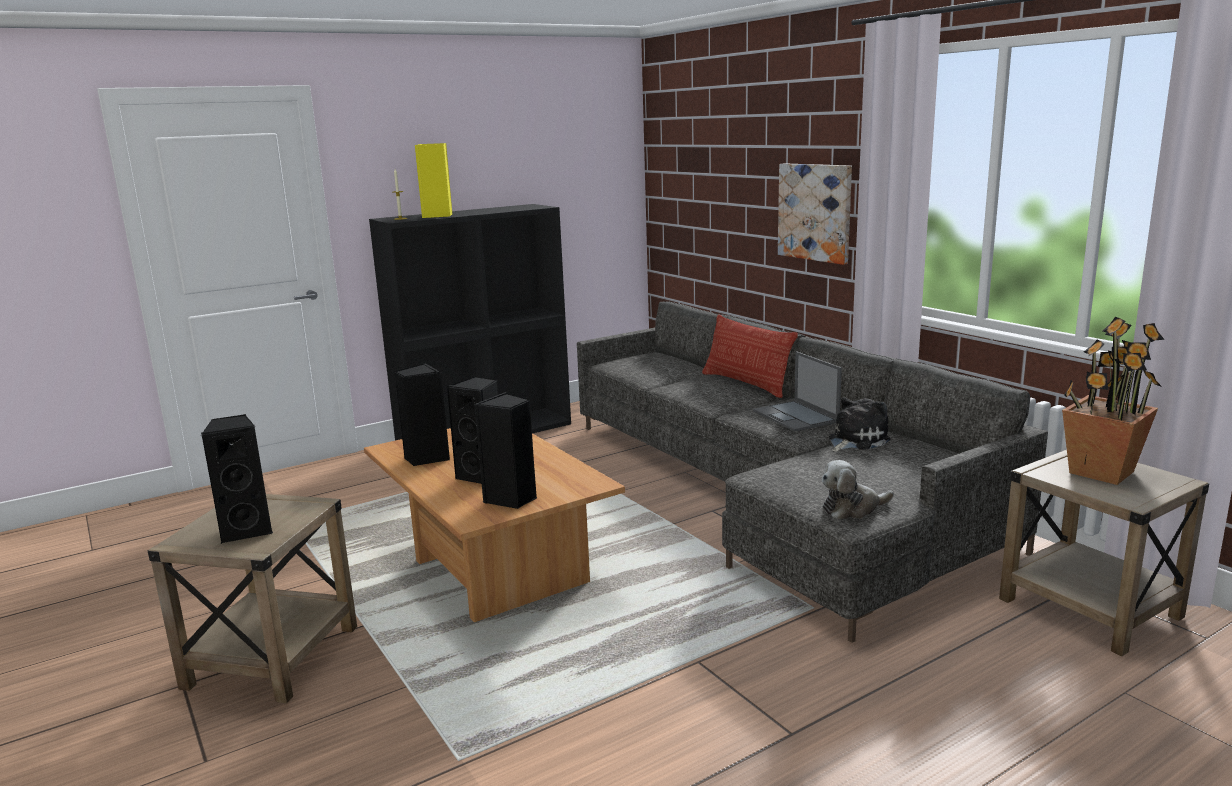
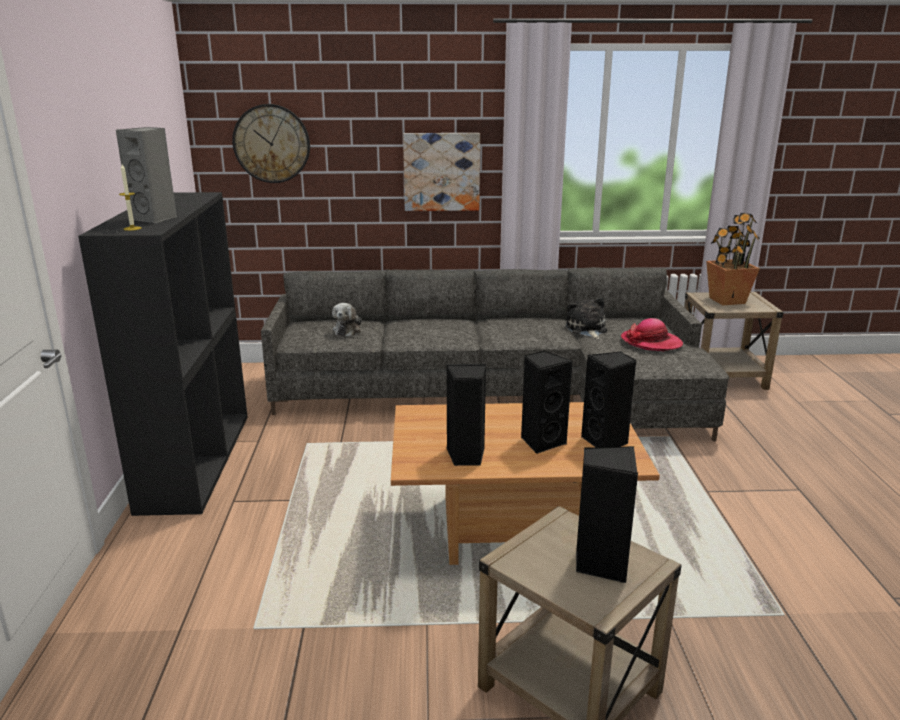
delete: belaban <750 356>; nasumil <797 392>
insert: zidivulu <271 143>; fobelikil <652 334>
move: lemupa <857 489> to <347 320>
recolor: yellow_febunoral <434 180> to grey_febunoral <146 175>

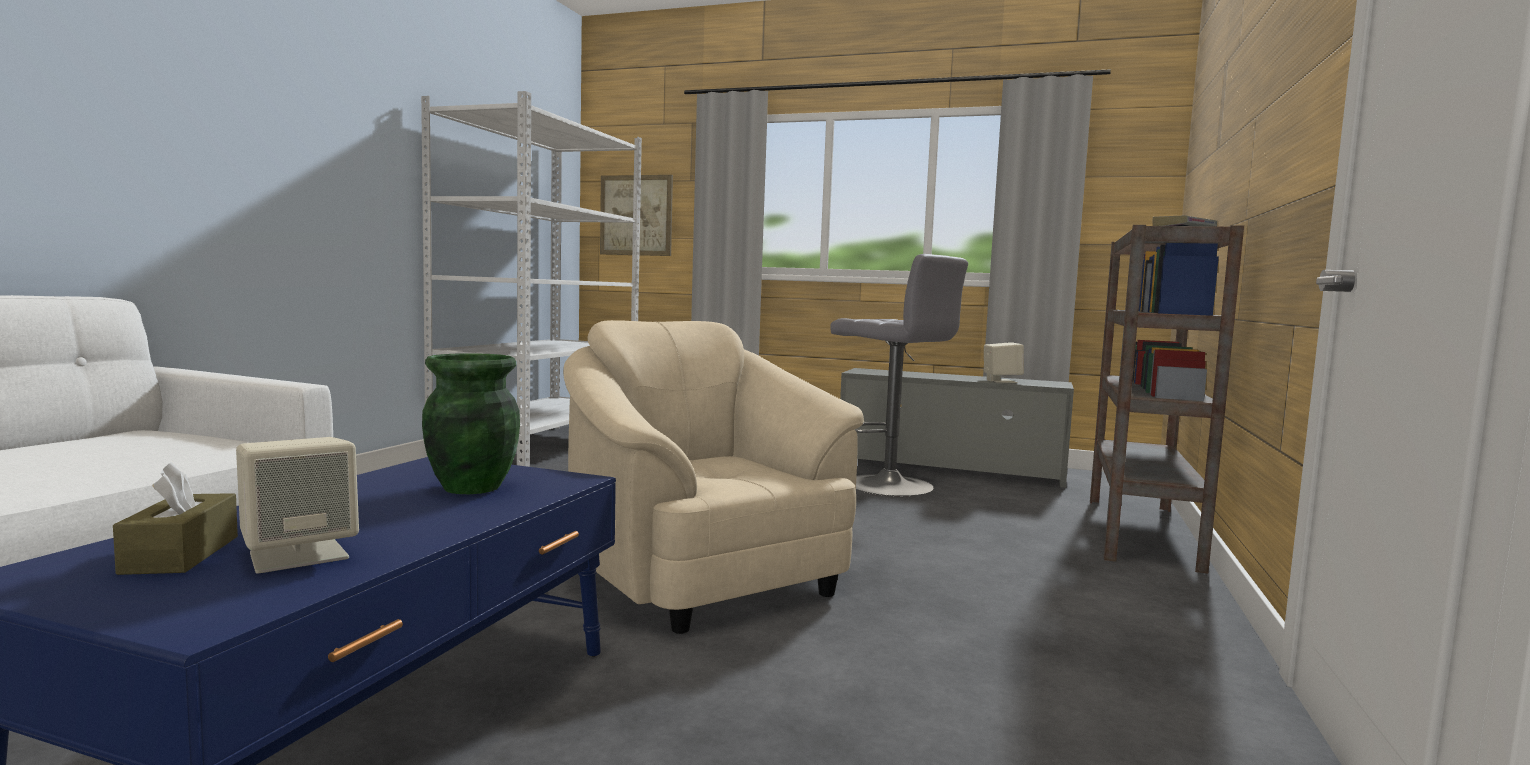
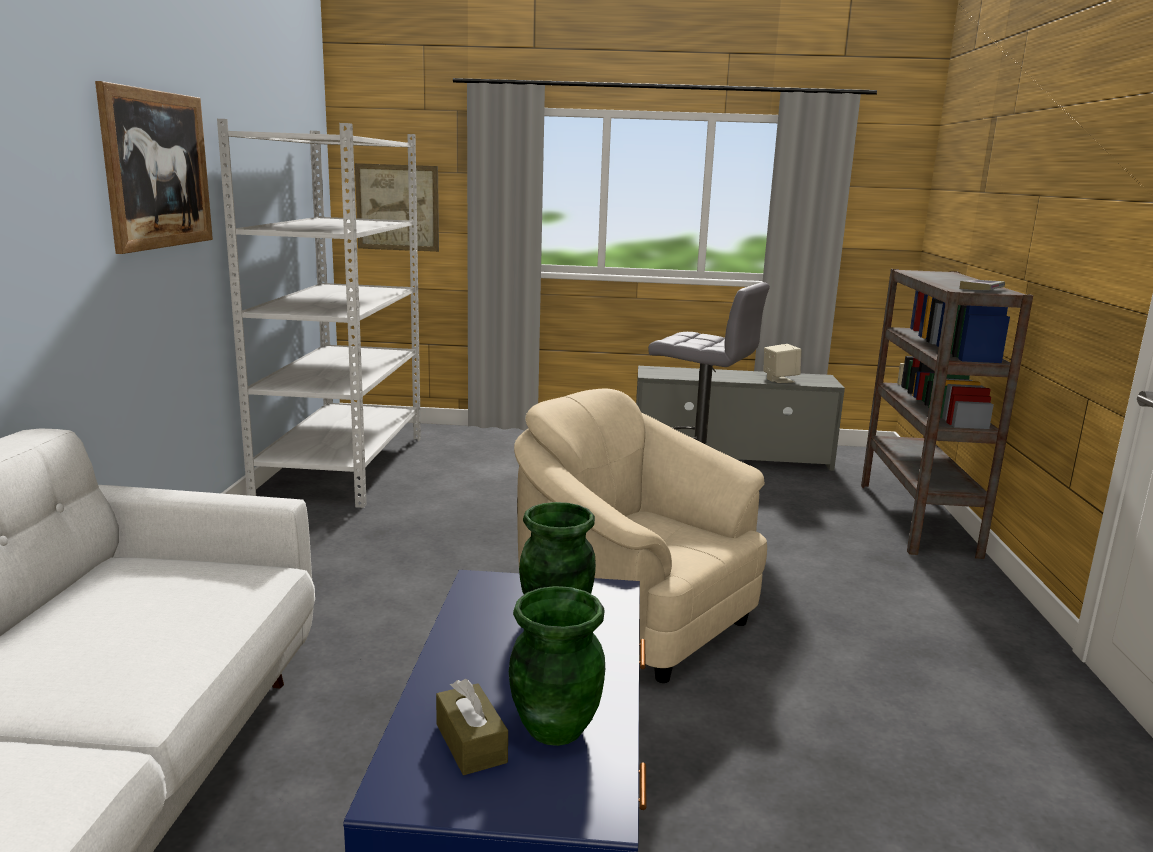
insert: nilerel <154 167>
replace: beige_febunoral <297 505> to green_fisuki <557 666>

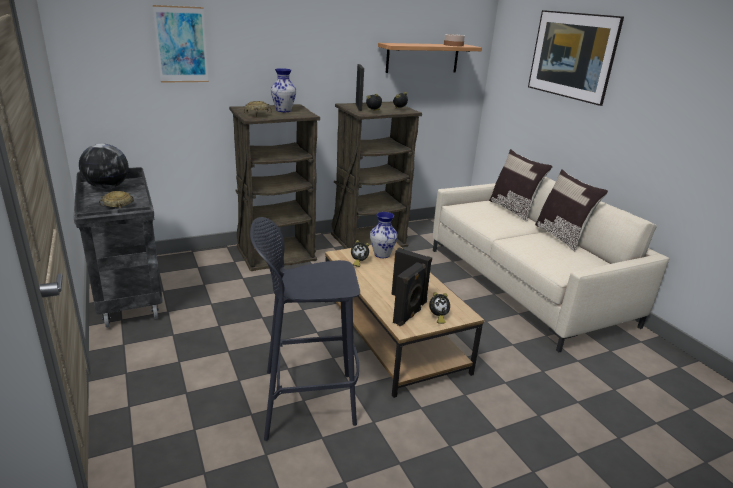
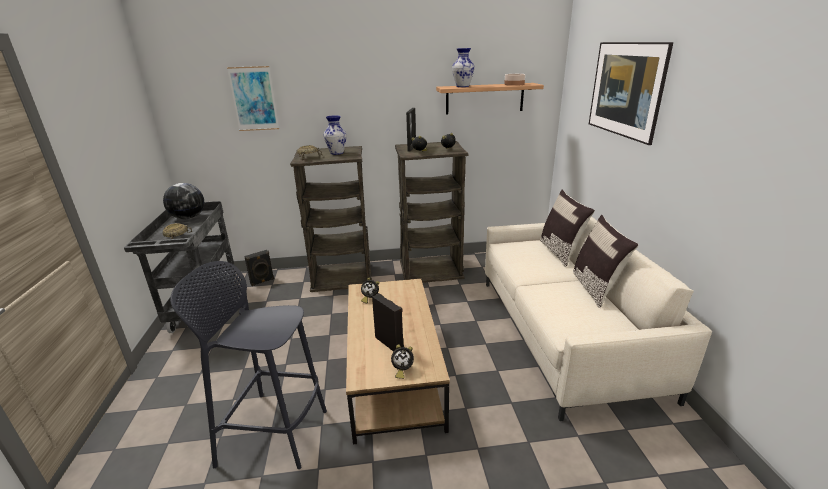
move: fisuki <384 235> to <463 67>; black_febunoral <409 294> to <259 268>

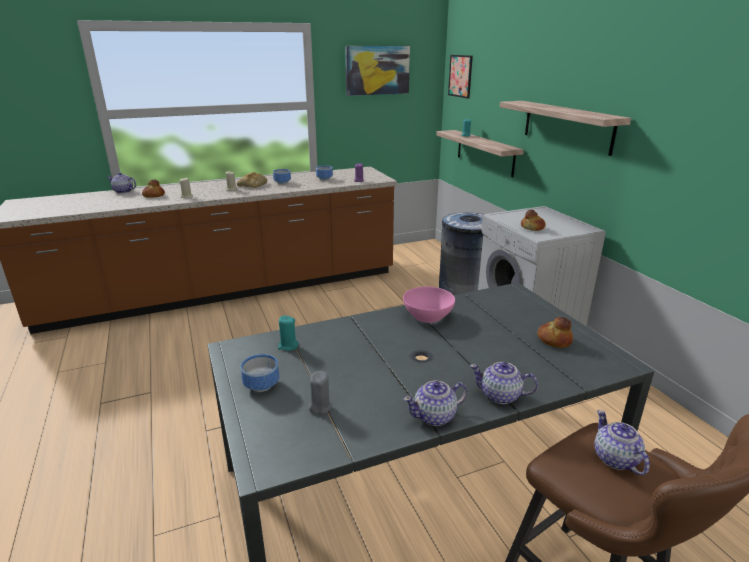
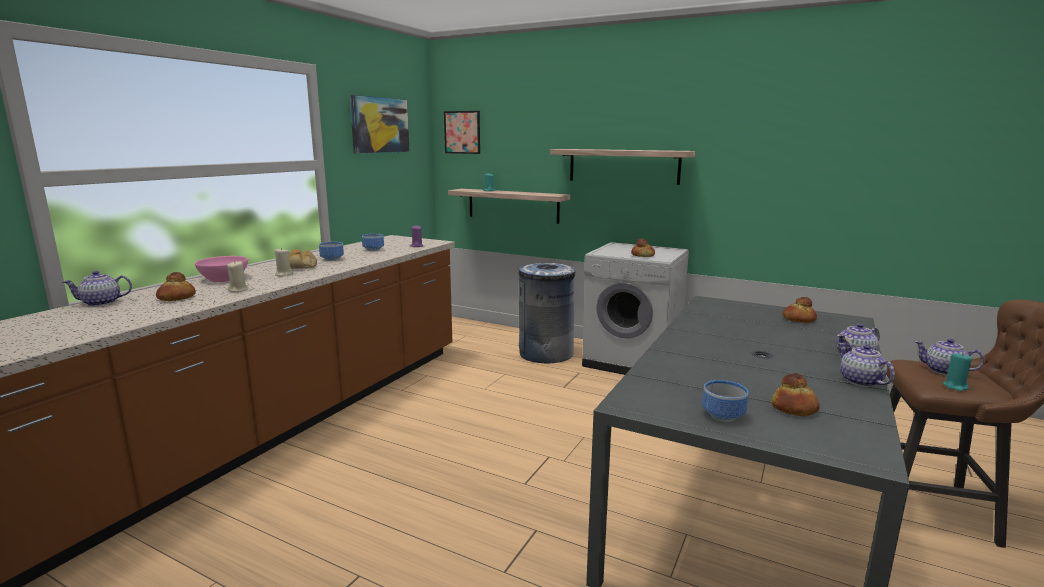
move: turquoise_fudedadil <288 333> to <957 372>; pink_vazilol <429 304> to <221 269>
replace: grey_fudedadil <320 392> to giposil <796 395>
rotate: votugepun <435 403> = <866 365> 135 degrees clockwise

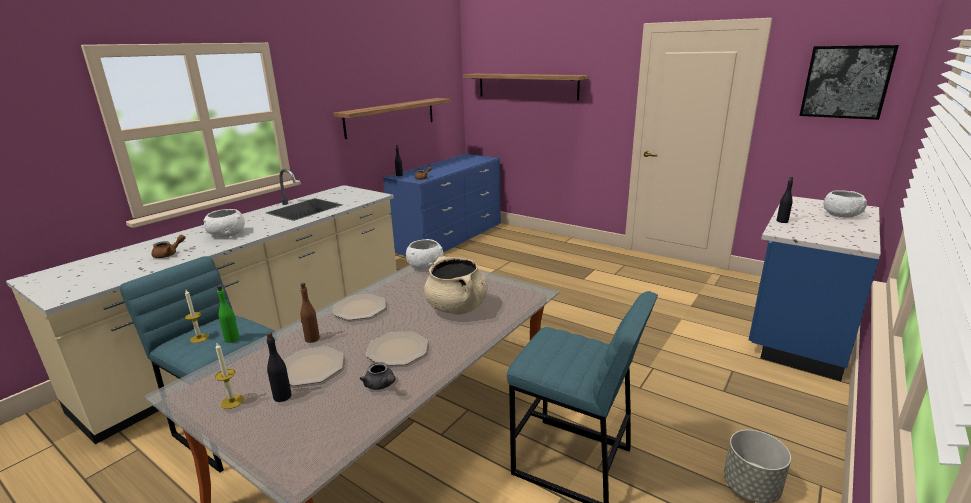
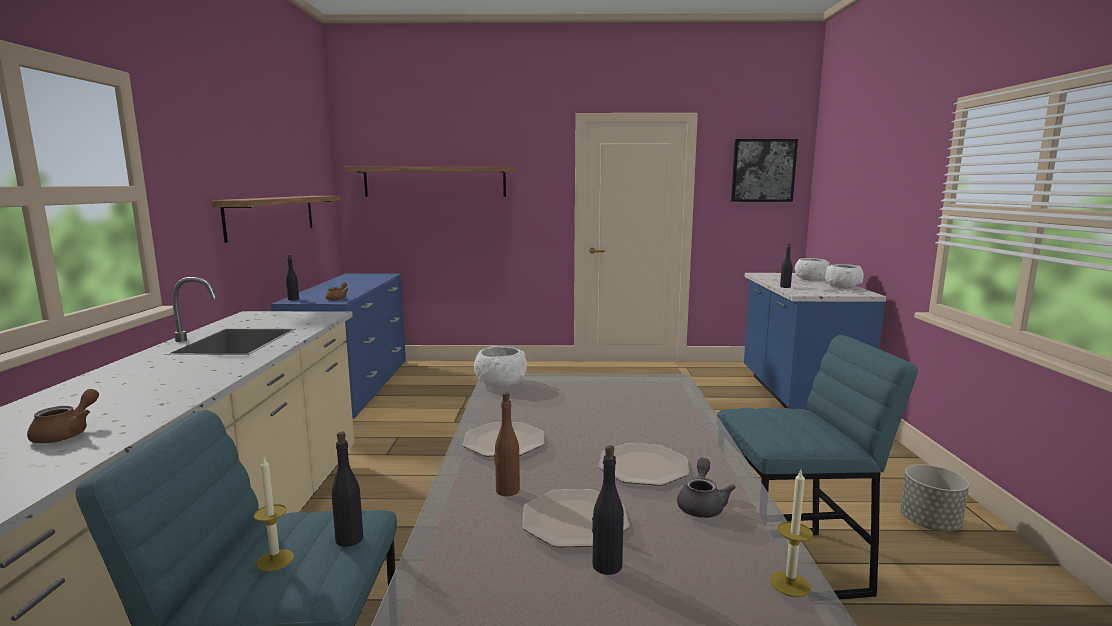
delete: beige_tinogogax <456 286>
move: white_vazilol <224 223> to <844 276>; fudedadil <229 376> to <791 533>
recolor: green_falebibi <228 314> to black_falebibi <347 489>
rotate: grey_votugepun <378 376> = <706 488> 90 degrees counterclockwise

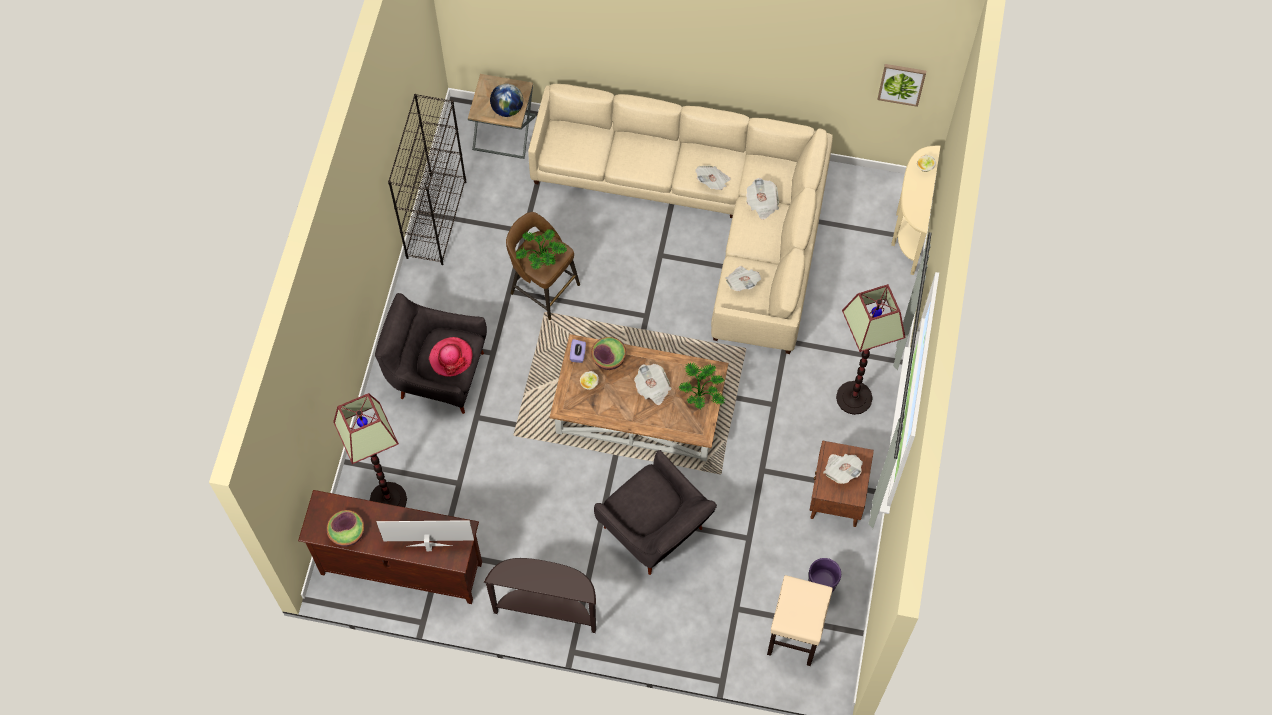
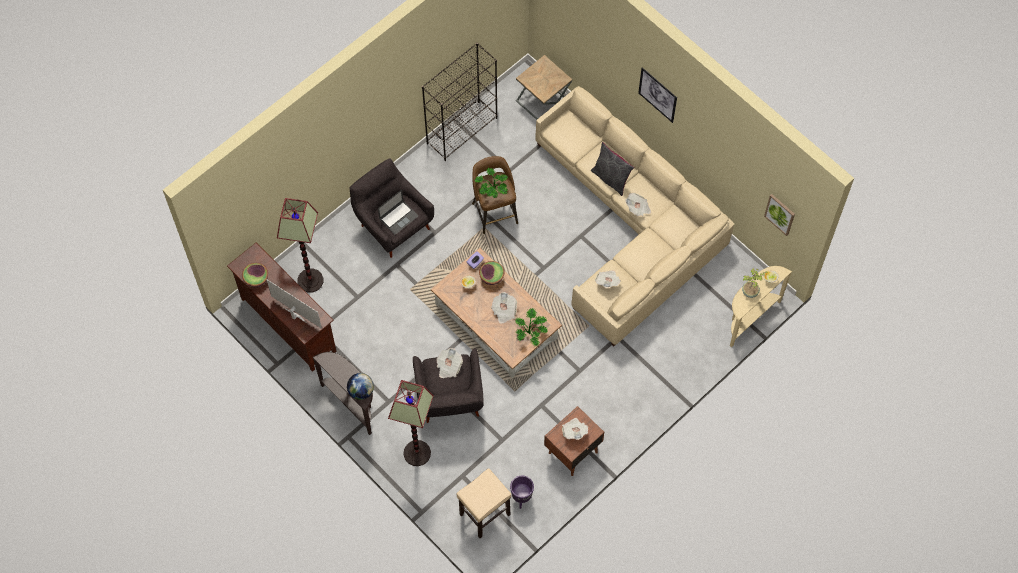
insert: grey_belaban <613 169>; nilerel <657 95>; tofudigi <754 283>
move: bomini <506 100> to <360 386>; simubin <762 199> to <449 363>; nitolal <871 349> to <411 423>
replace: fobelikil <451 357> to nasumil <398 212>

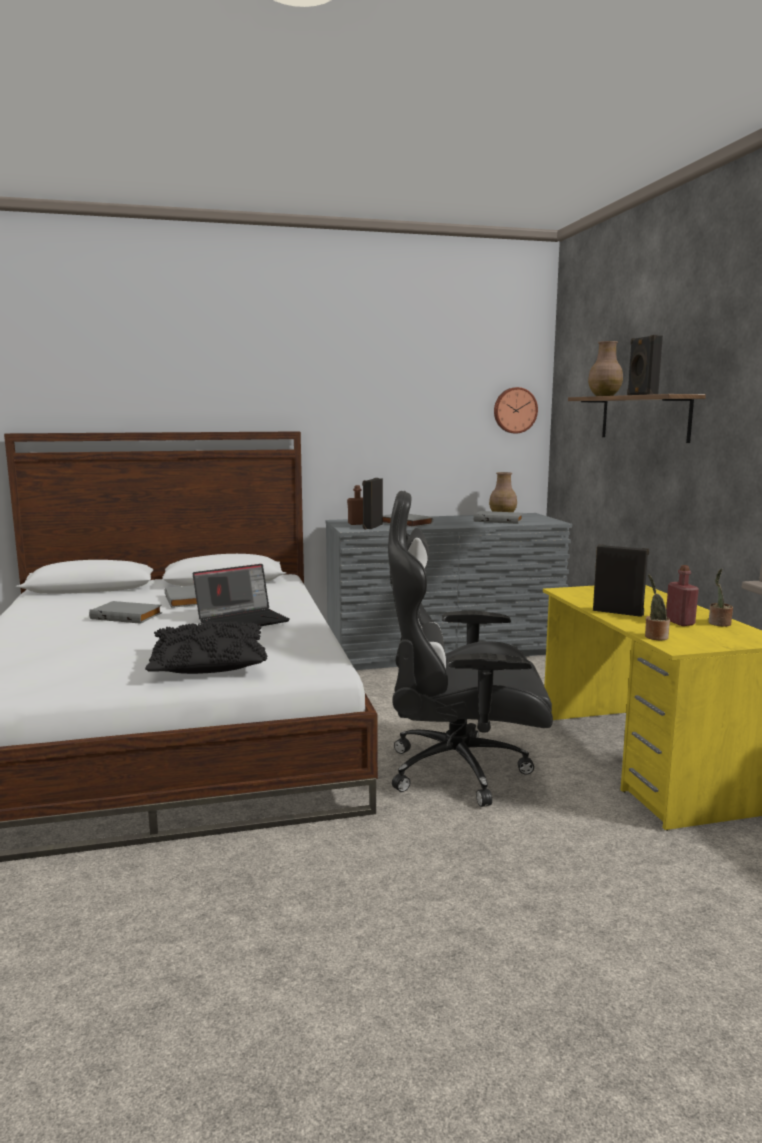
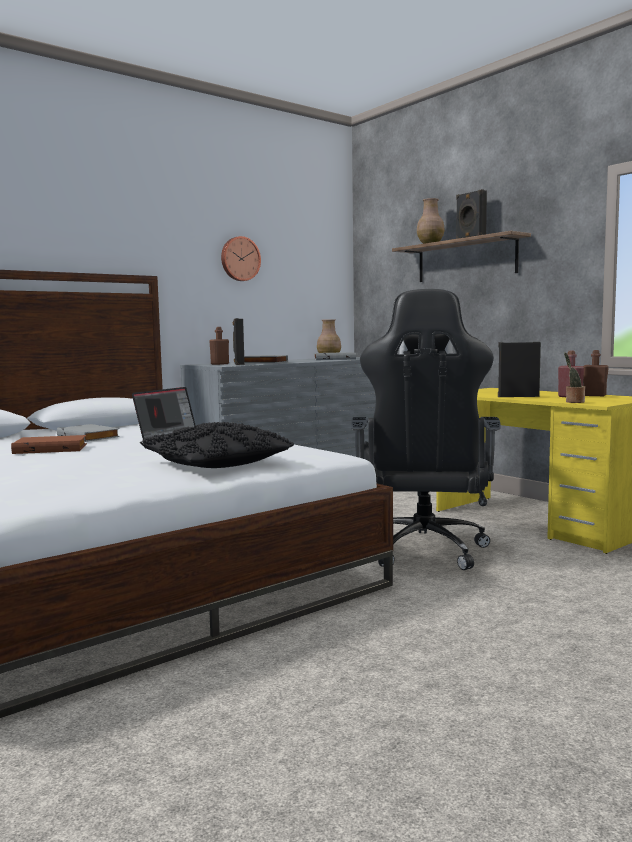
move: zidivulu <516 410> to <241 258>
replace: tofudigi <721 597> to brown_falebibi <596 373>
recolor: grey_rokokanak <125 612> to brown_rokokanak <49 444>
rotate: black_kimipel <470 649> = <425 429> 60 degrees counterclockwise

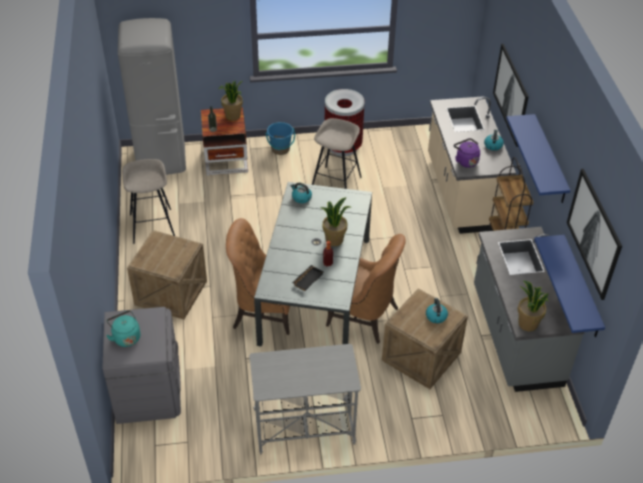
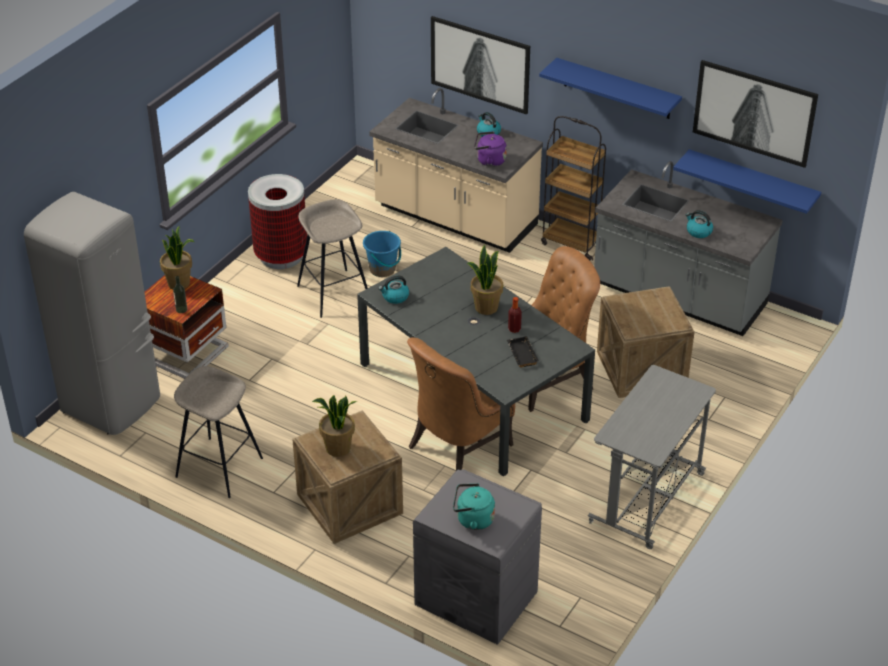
move: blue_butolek <280 138> to <382 254>; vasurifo <437 310> to <699 224>; tofudigi <533 306> to <334 426>

